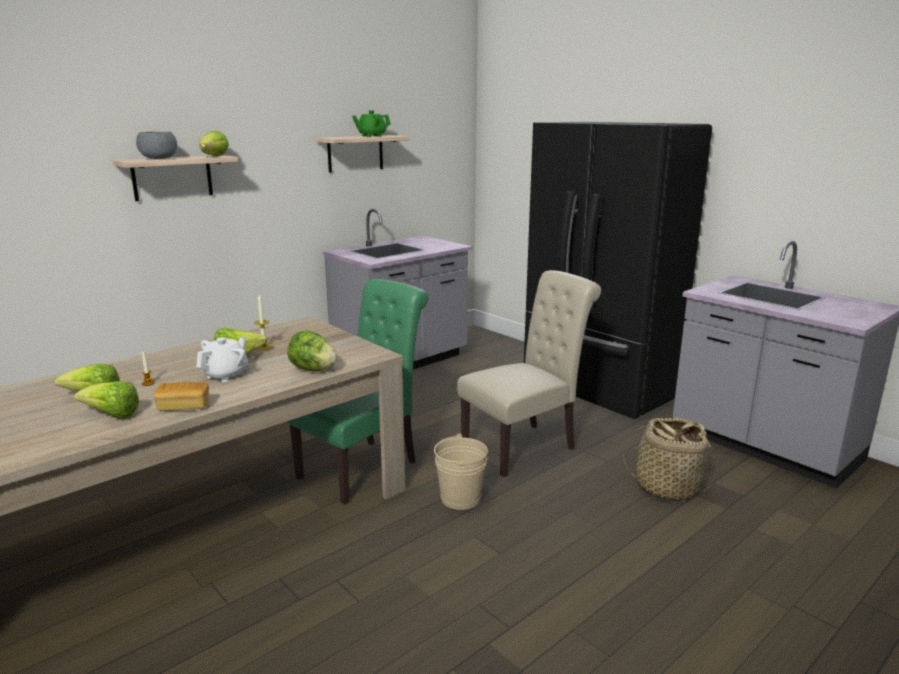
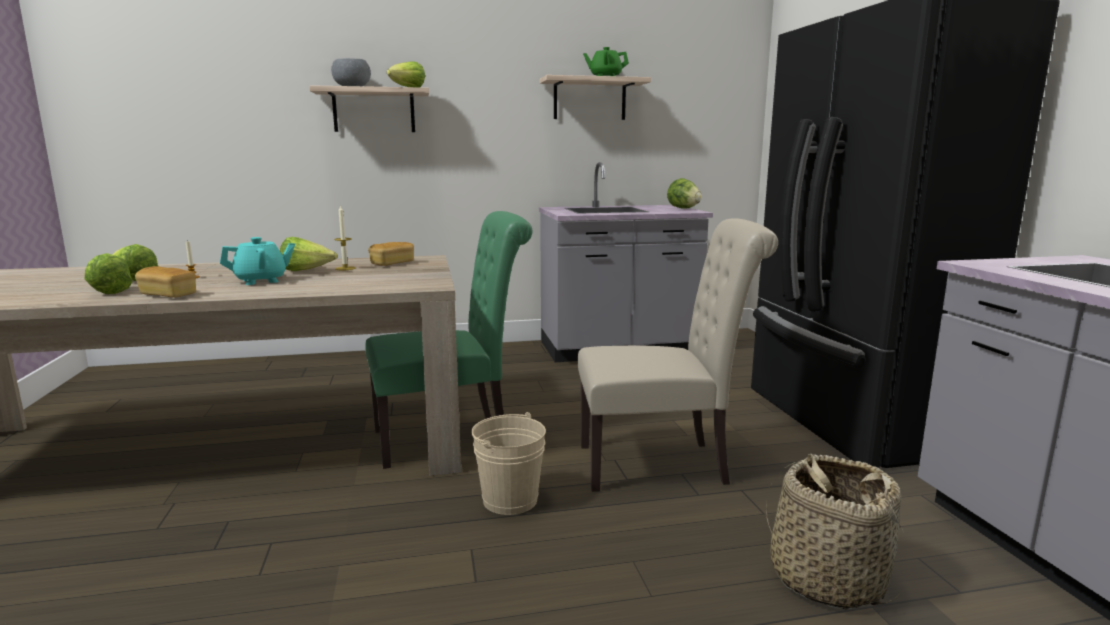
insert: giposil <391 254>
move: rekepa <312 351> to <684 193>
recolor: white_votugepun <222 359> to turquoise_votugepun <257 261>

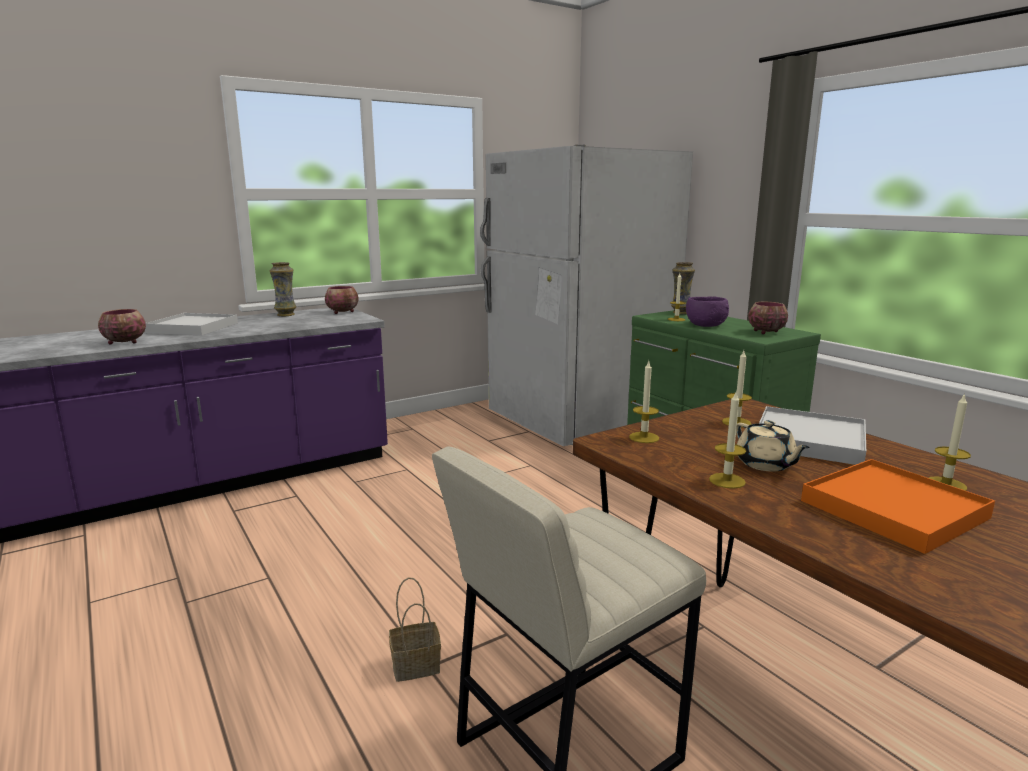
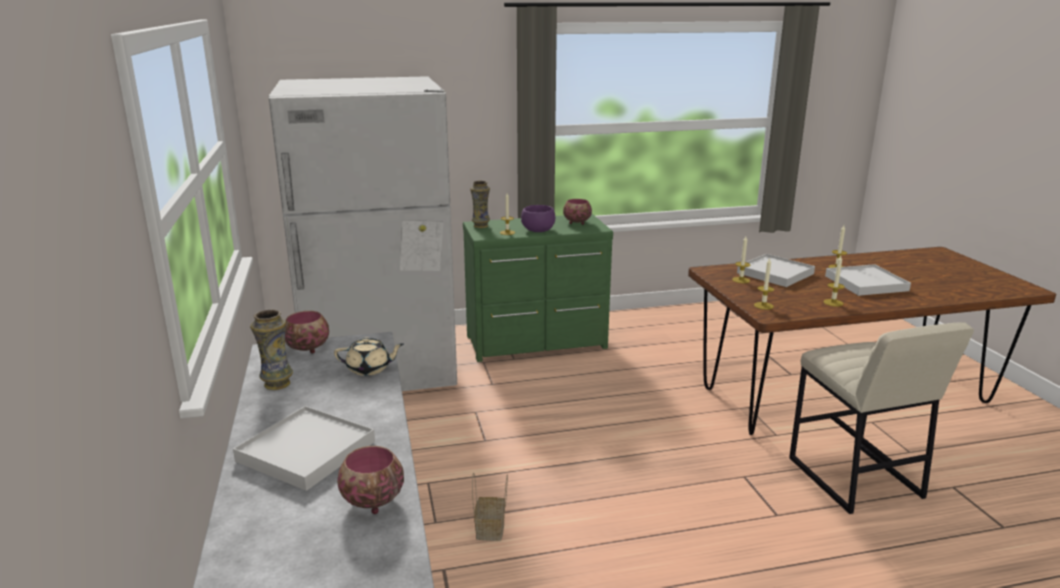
move: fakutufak <415 629> to <490 507>; beige_votugepun <773 446> to <369 356>
recolor: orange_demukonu <898 506> to white_demukonu <868 280>

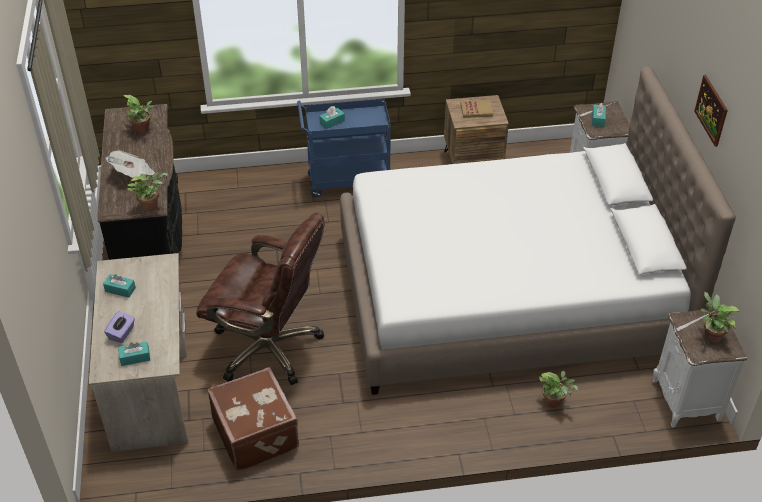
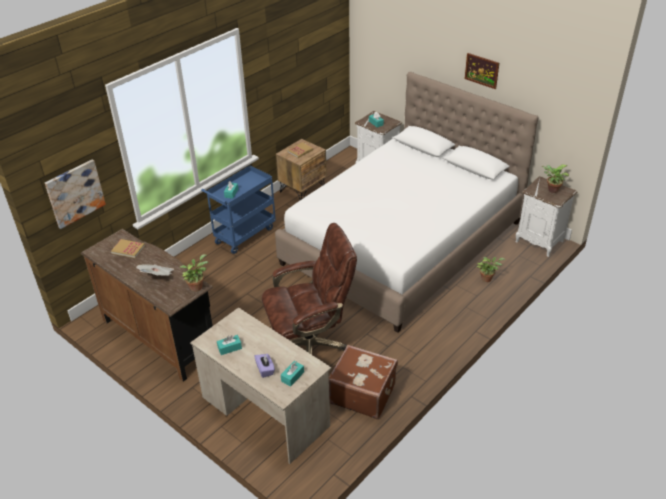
insert: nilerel <75 194>
replace: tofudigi <138 114> to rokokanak <128 248>

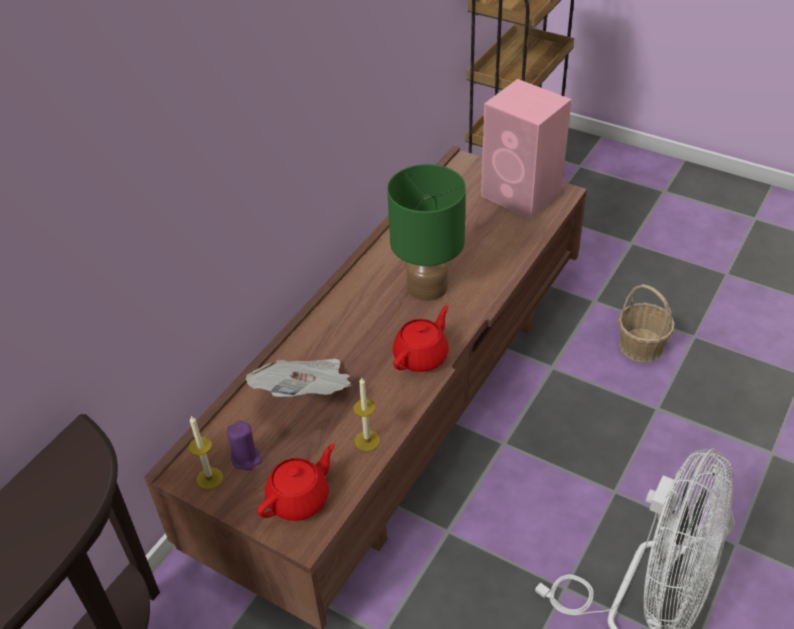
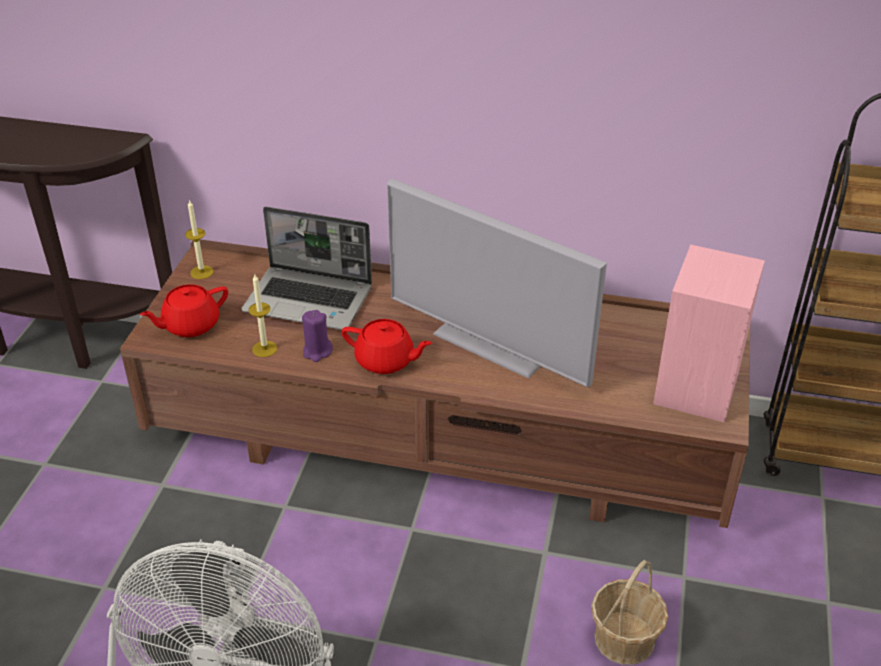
move: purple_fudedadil <244 445> to <317 336>
replace: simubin <298 378> to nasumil <306 268>; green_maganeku <426 232> to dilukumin <497 283>
rotate: red_votugepun <296 482> = <184 310> 120 degrees clockwise

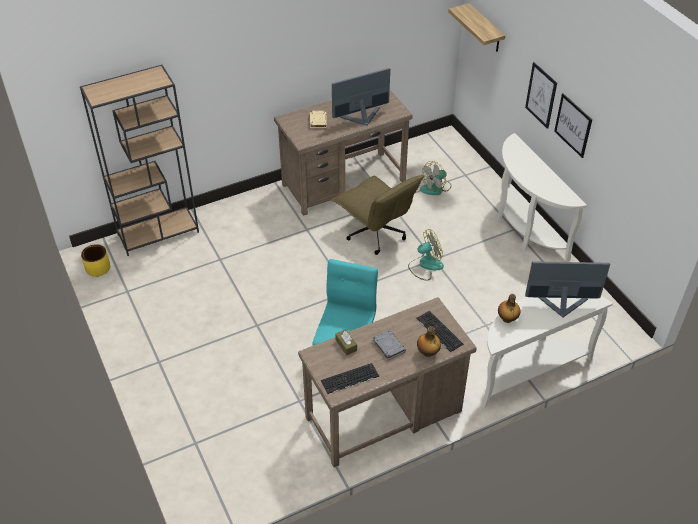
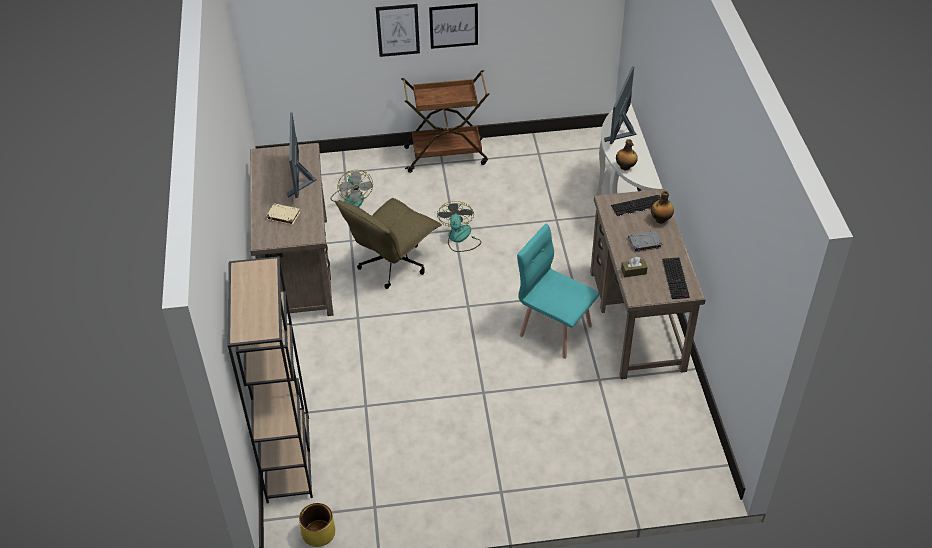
delete: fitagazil <476 27>
replace: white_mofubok <541 197> to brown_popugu <445 121>
rotate: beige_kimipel <378 215> = <388 243> 150 degrees clockwise

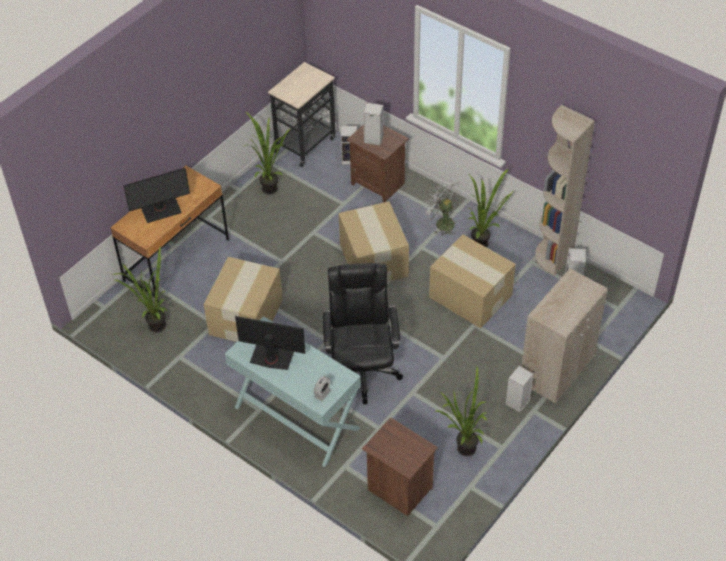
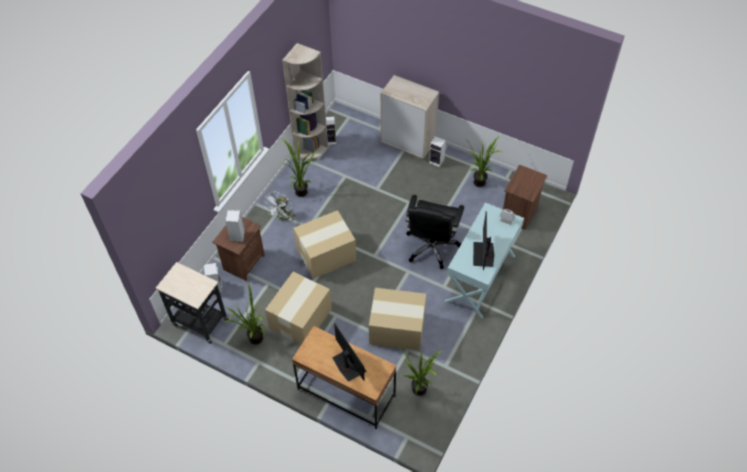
move: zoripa <472 281> to <298 308>
rotate: black_kimipel <363 333> = <434 232> 60 degrees counterclockwise

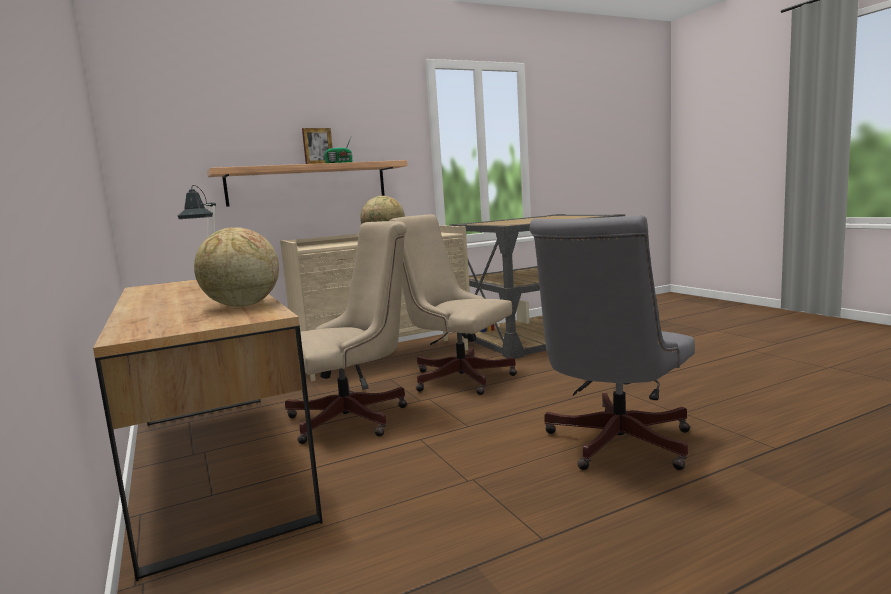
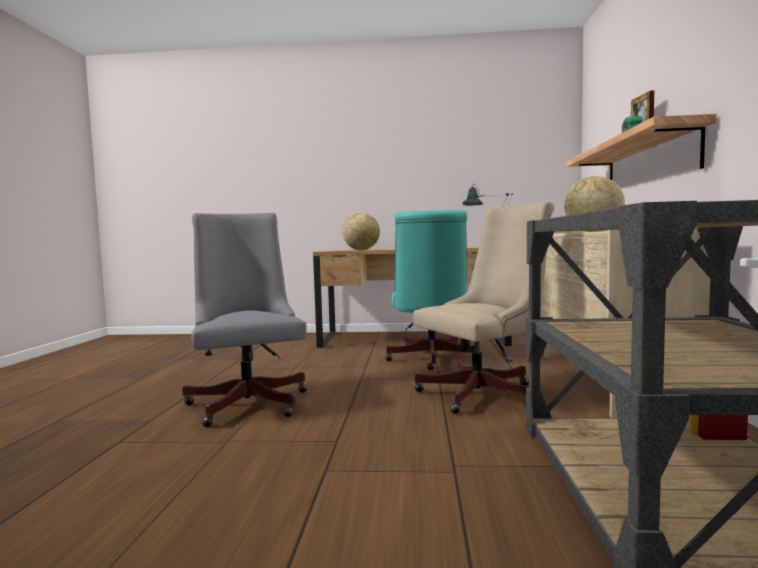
recolor: beige_kimipel <346 332> to turquoise_kimipel <429 290>

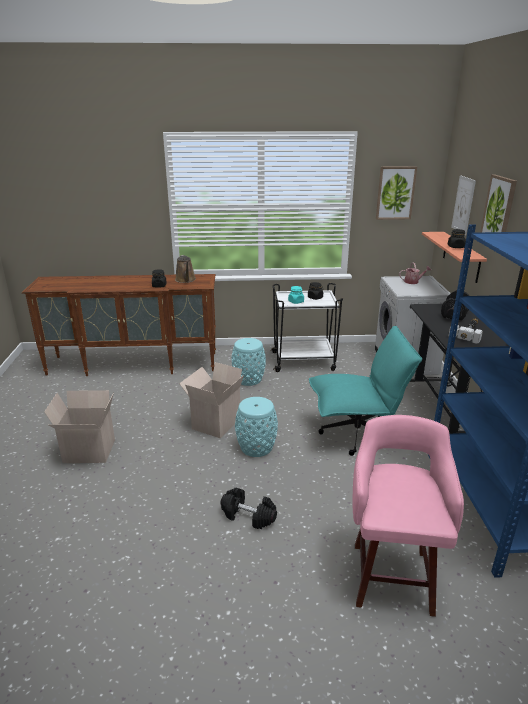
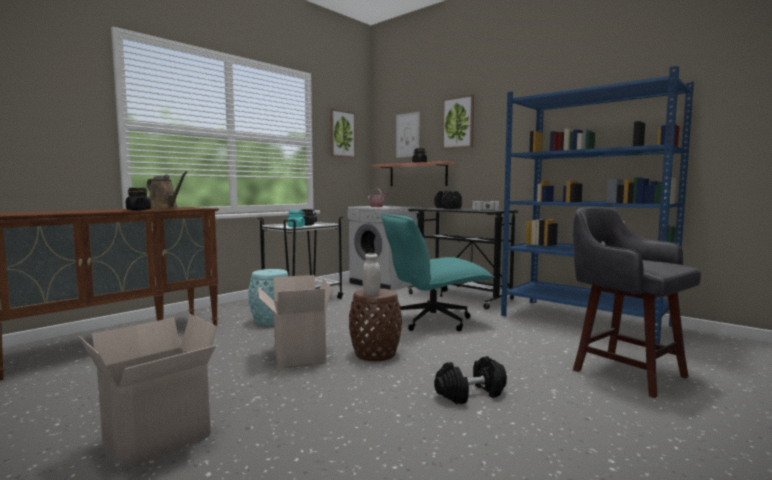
insert: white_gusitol <371 274>
recolor: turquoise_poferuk <256 427> to brown_poferuk <375 324>; pink_poferuk <408 516> to grey_poferuk <636 302>
rotate: turquoise_kimipel <365 391> = <438 272> 150 degrees counterclockwise

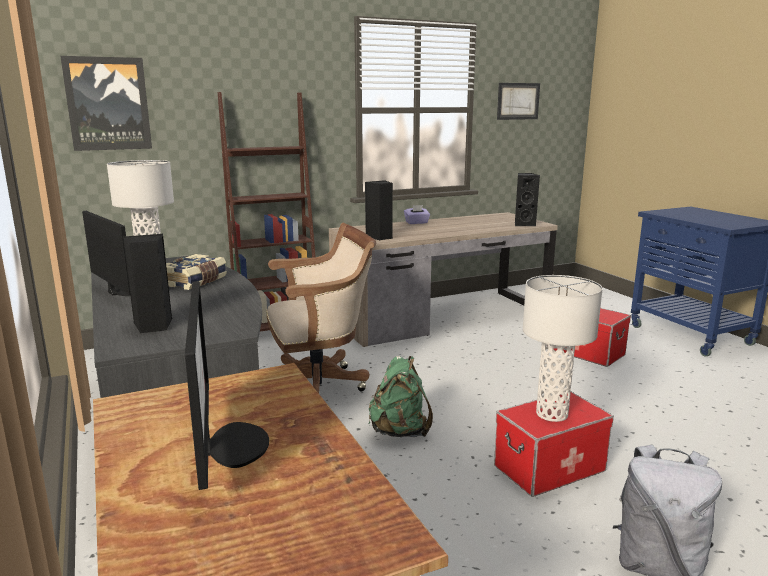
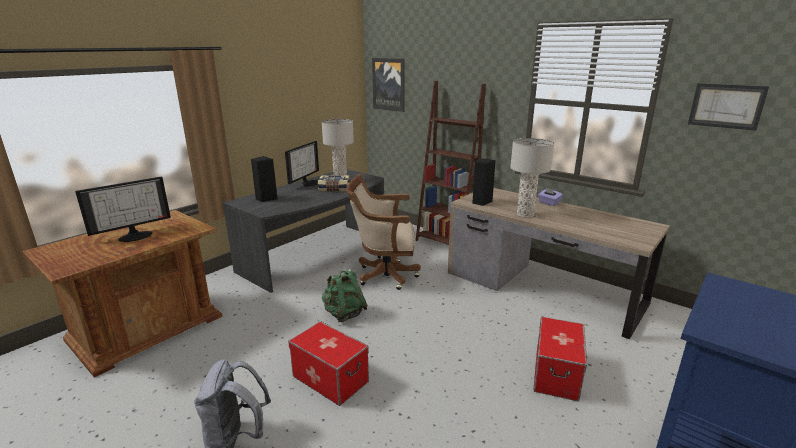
delete: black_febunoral <527 199>
move: white_maganeku <563 348> to <532 178>
rotate: kimipel <321 308> = <383 232> 135 degrees clockwise

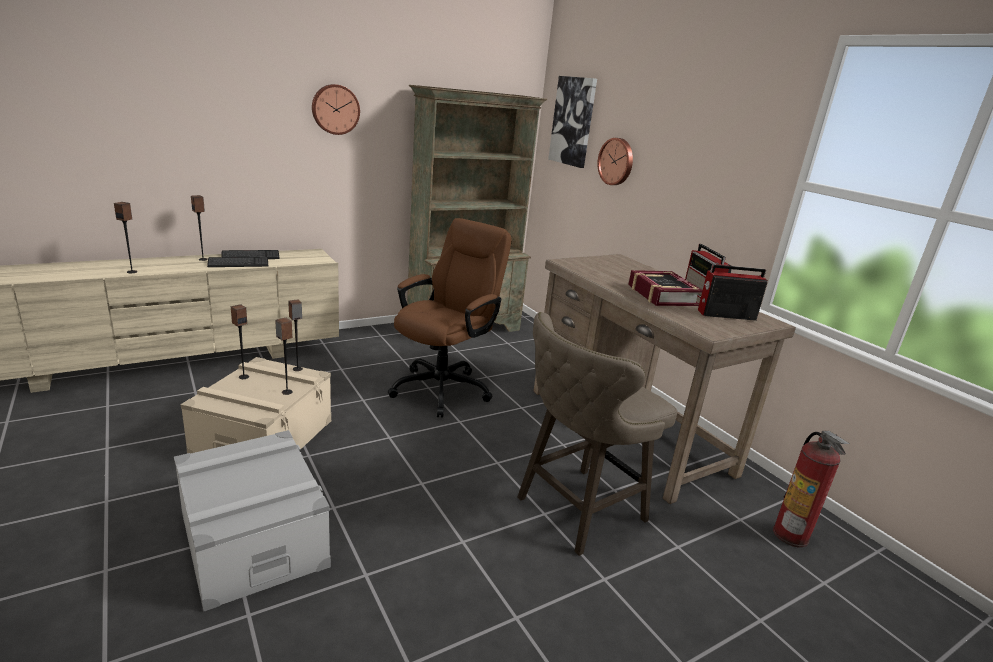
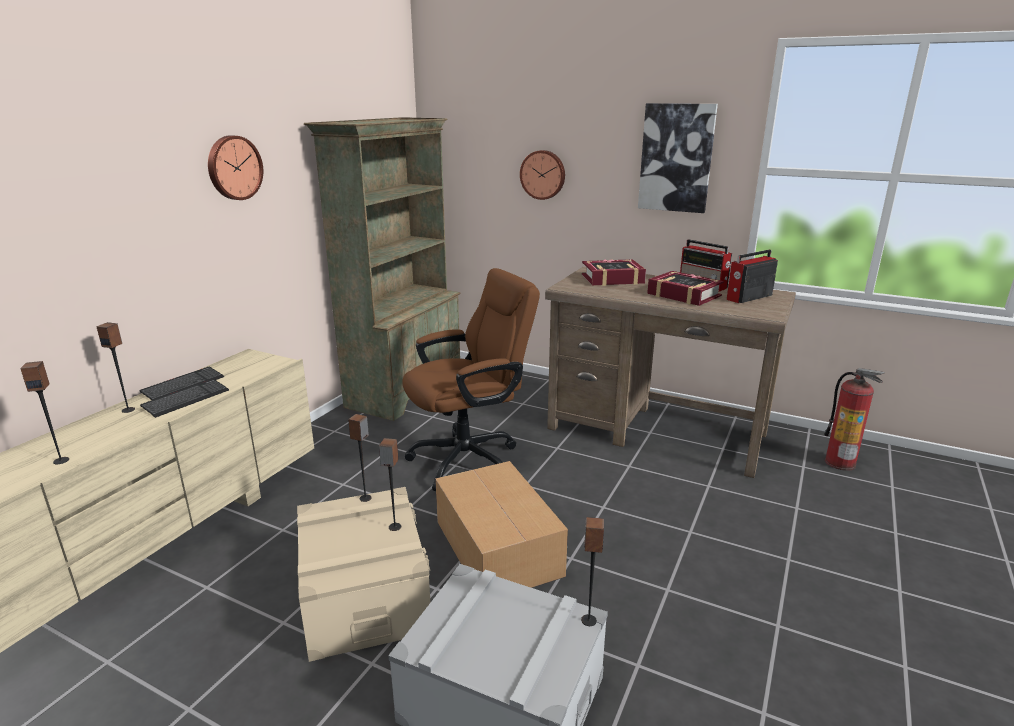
delete: beige_poferuk <597 434>
insert: zoripa <501 524>; rokokanak <614 272>
move: febunoral <240 341> to <592 571>; nilerel <572 122> to <678 158>
rotate: brown_kimipel <450 318> = <471 379> 60 degrees clockwise

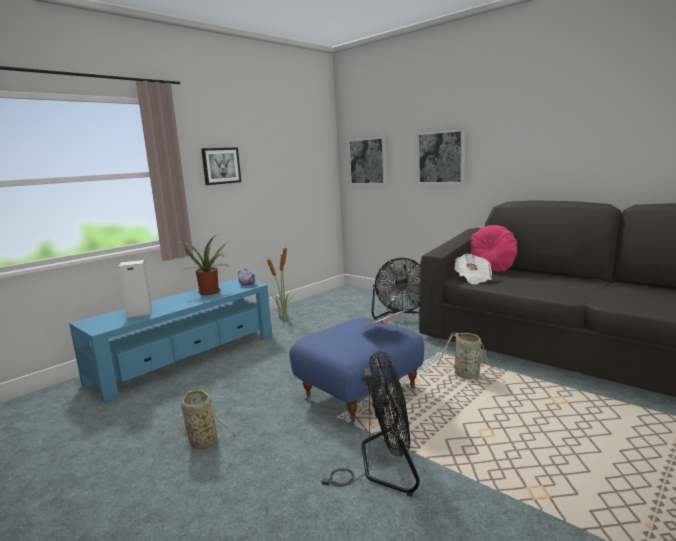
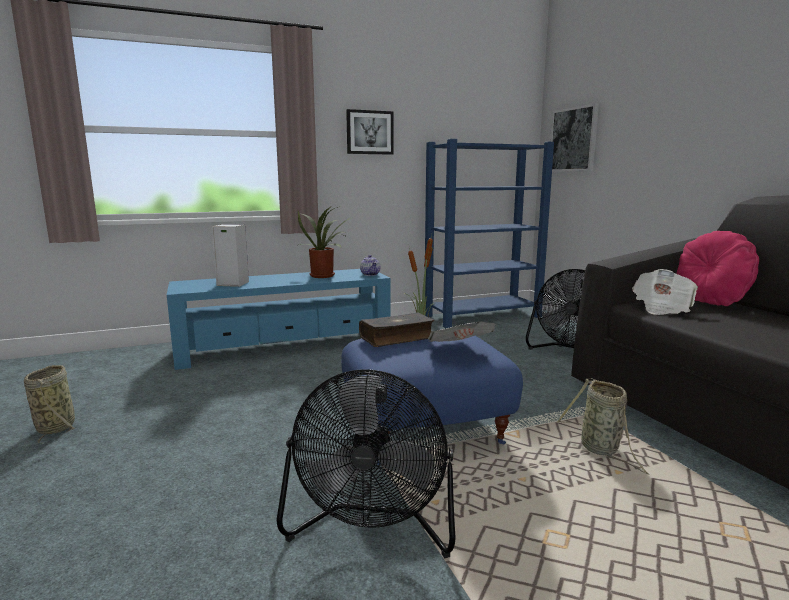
delete: nilerel <441 156>
insert: rokokanak <396 329>; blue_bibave <489 233>
move: fakutufak <206 422> to <49 404>
rotate: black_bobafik <369 424> = <366 463> 75 degrees clockwise

